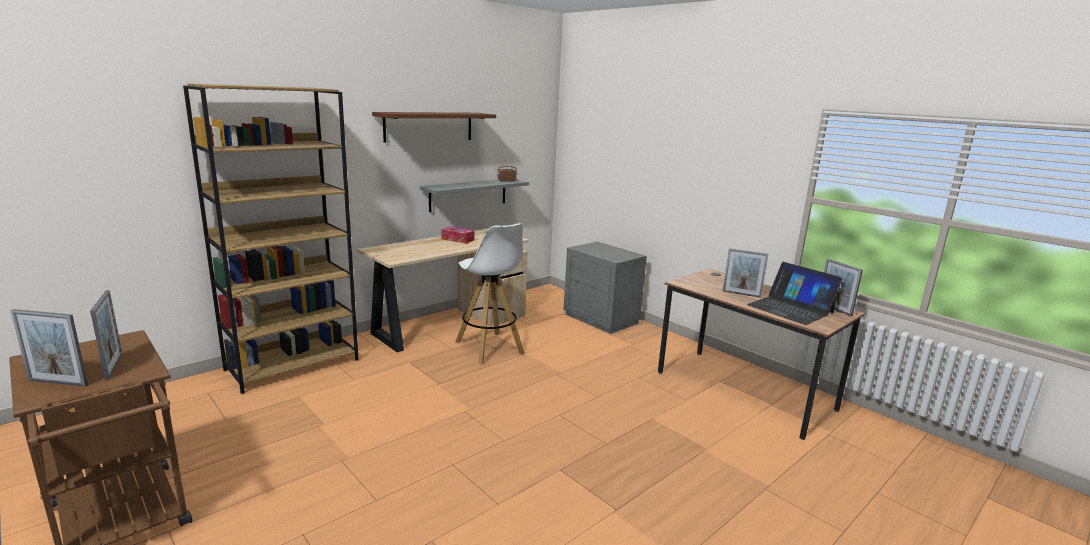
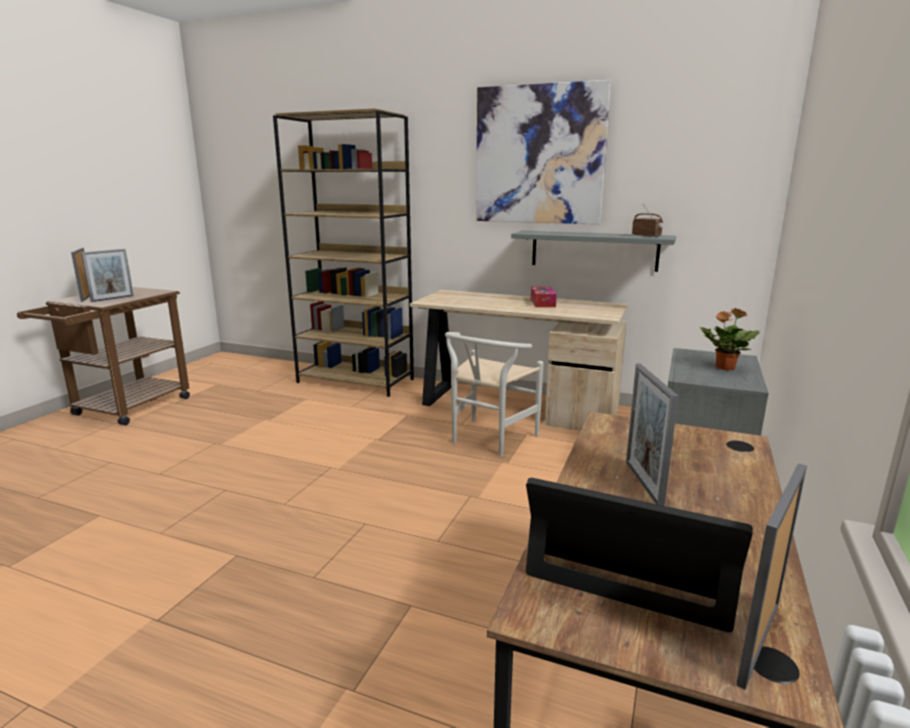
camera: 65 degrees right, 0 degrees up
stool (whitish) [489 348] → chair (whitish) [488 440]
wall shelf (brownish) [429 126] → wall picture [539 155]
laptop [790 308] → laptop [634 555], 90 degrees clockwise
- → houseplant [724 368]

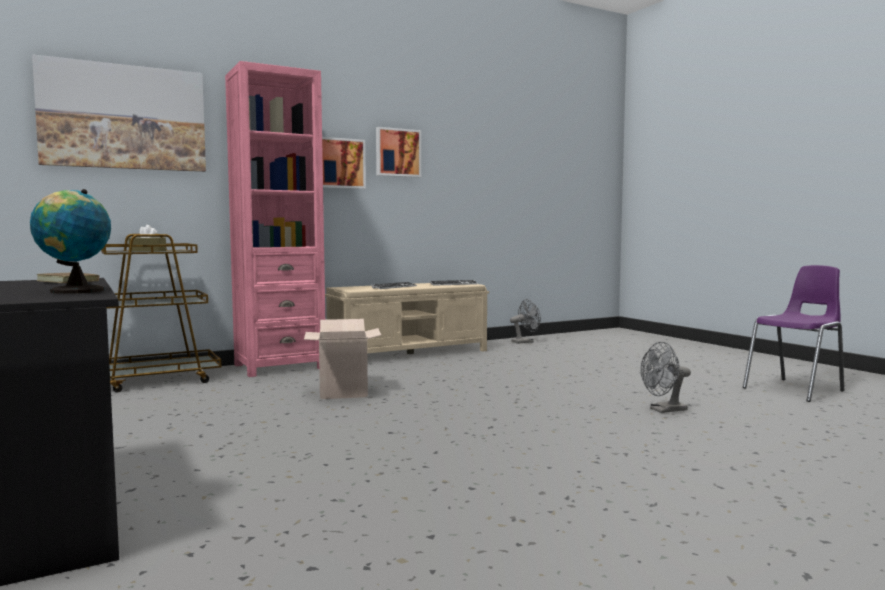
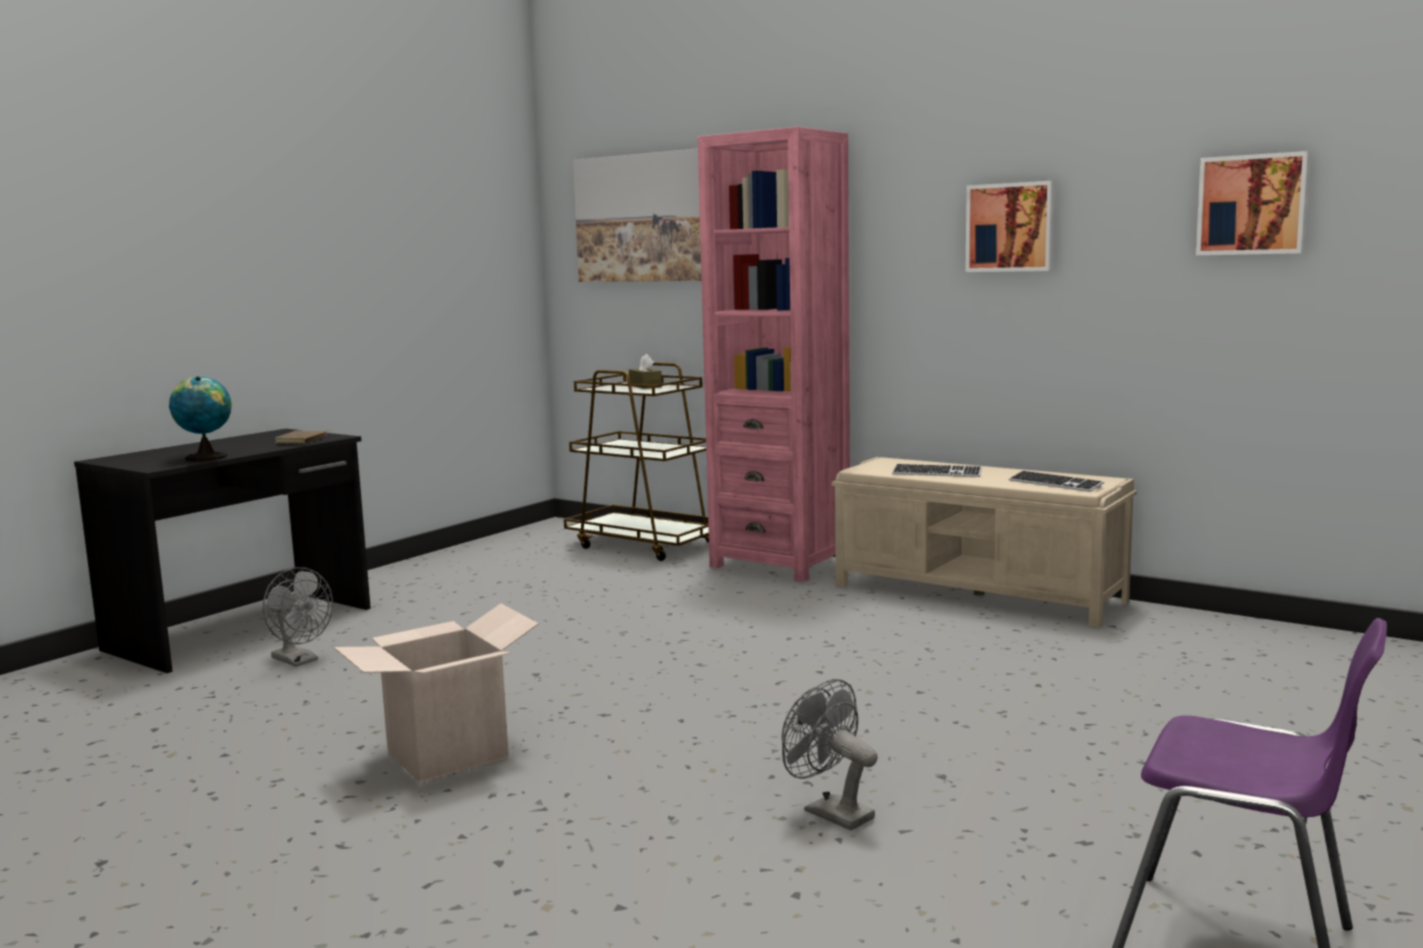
camera: 65 degrees right, 5 degrees up
fan (gray) [525 342] → fan (gray) [299 661], shifted
cardboard box [343 392] → cardboard box [447 755], shifted
wall picture [340 163] → wall picture [1252 205], shifted

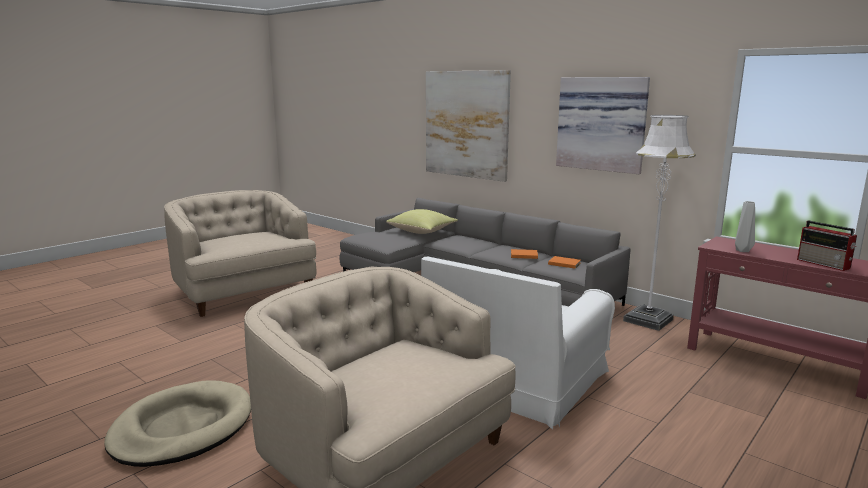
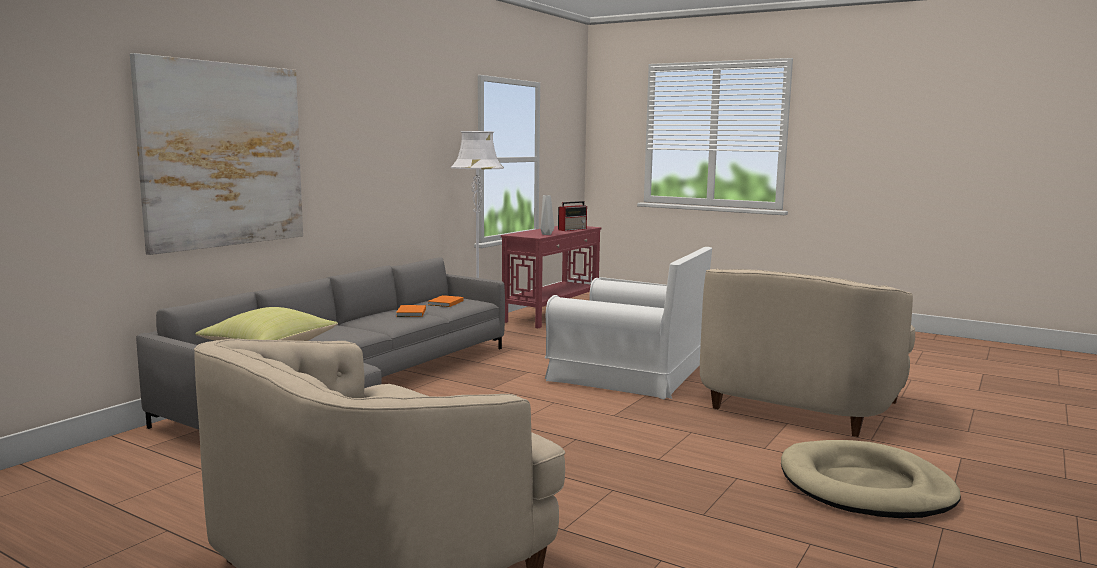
camera: 100 degrees left, 5 degrees down
wall picture [602 124] → -

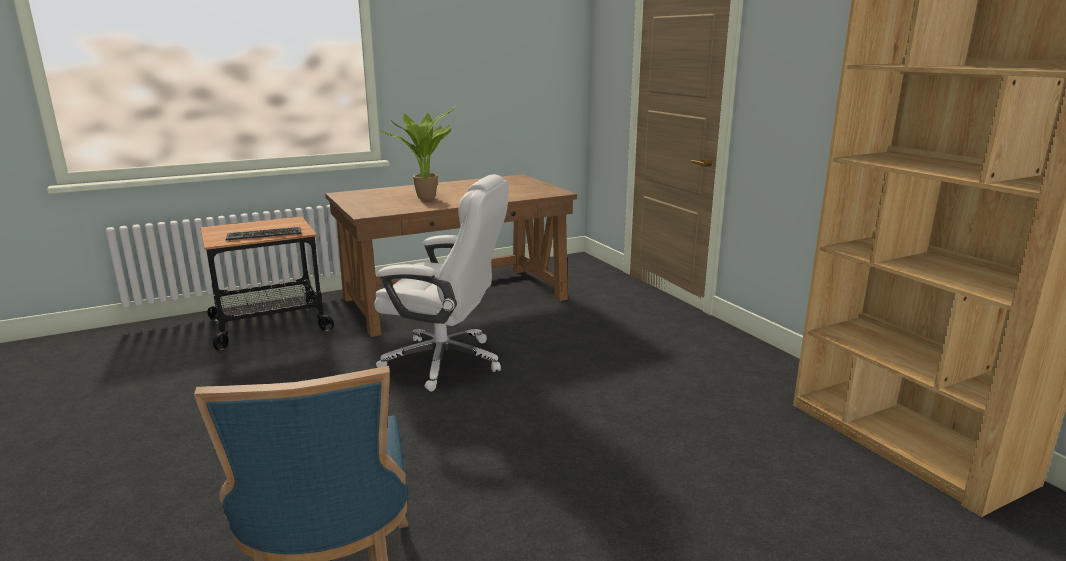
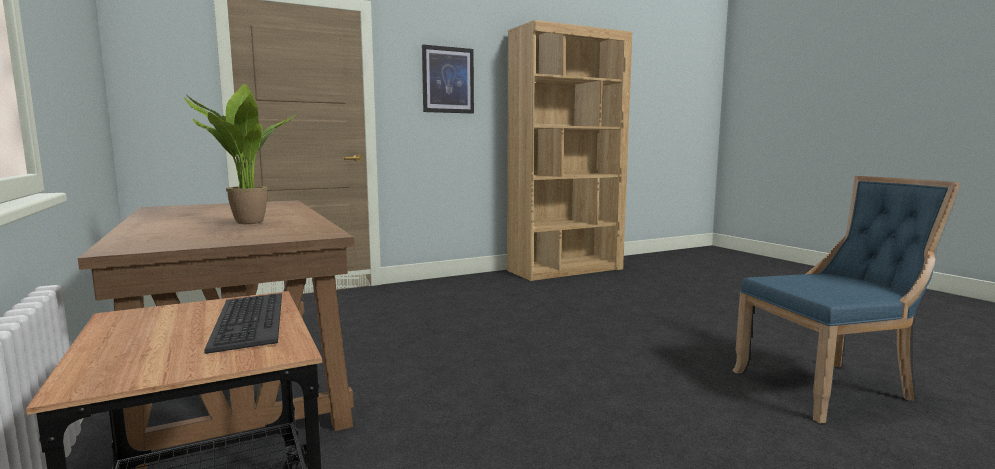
camera: 90 degrees left, 10 degrees down
- → wall picture [448 80]
computer chair (whitish) [446 362] → -

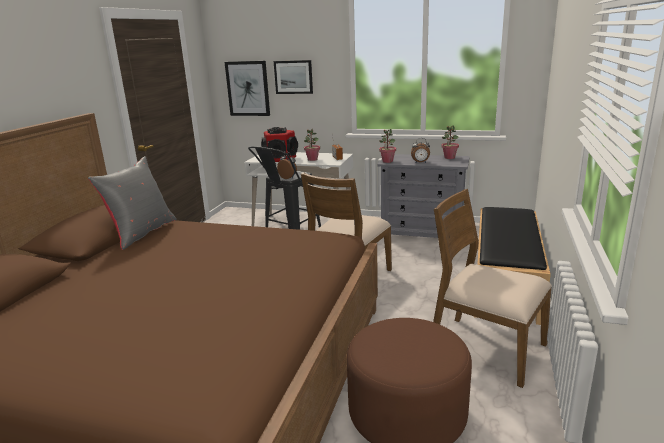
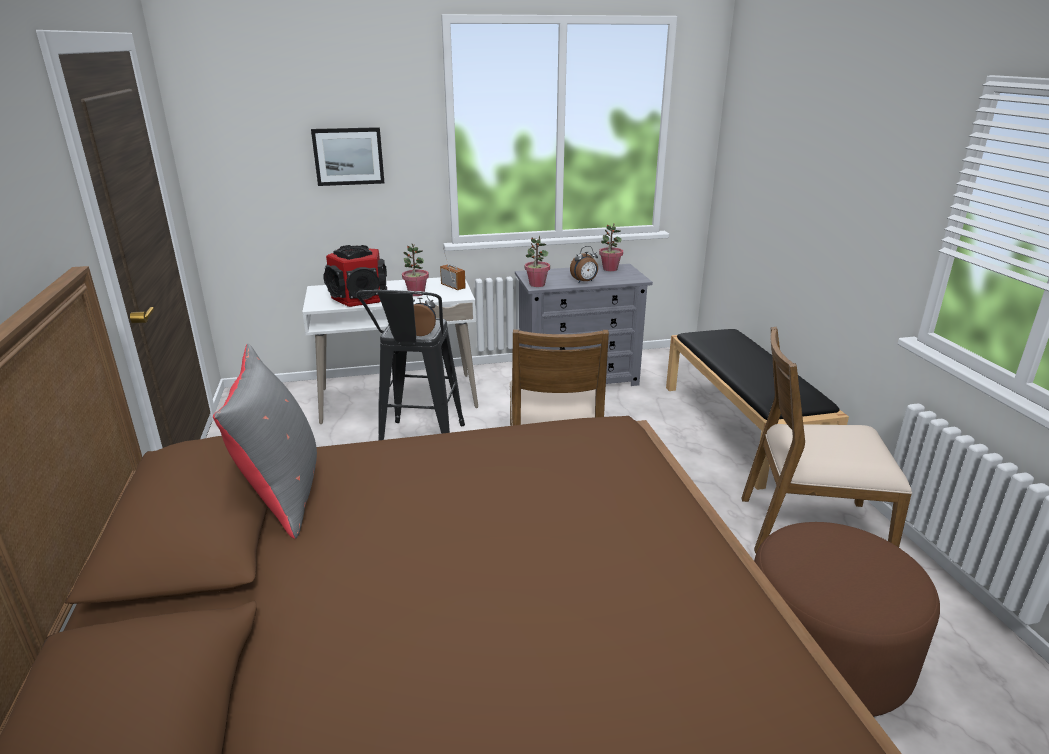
camera: 30 degrees left, 5 degrees up
wall picture [248 88] → -

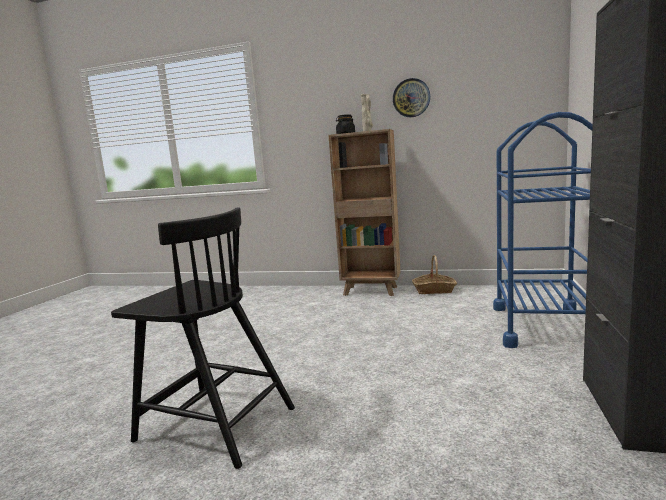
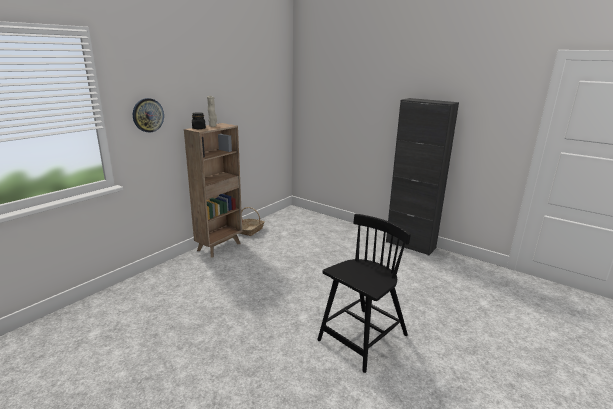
camera: 70 degrees left, 10 degrees up
clock on the wall [411 98] → clock on the wall [148 115], shifted
wheeled cart (blue-coloured) [542 326] → -

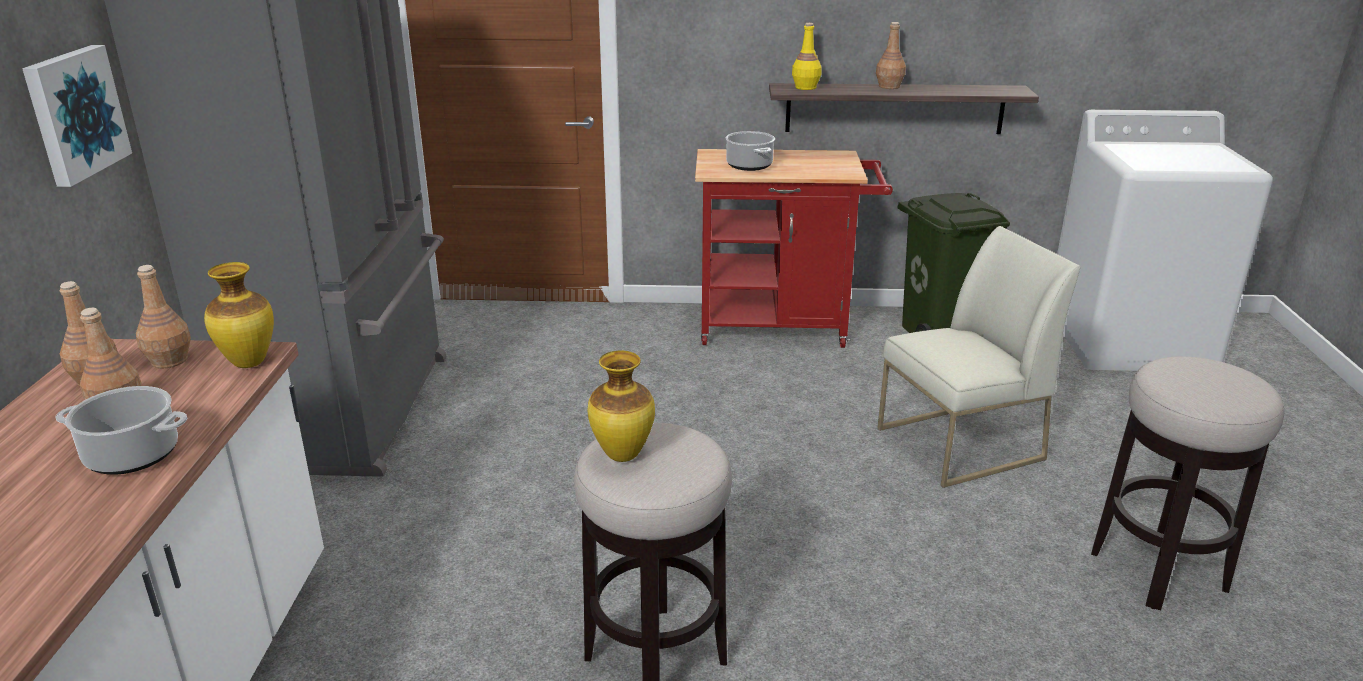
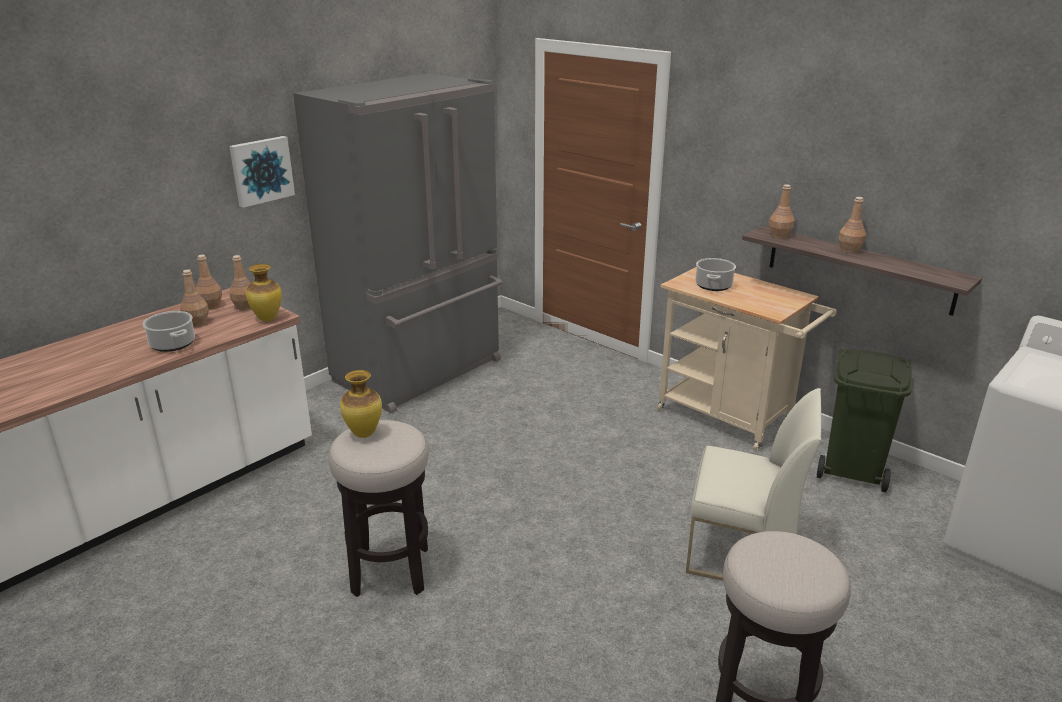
camera: 40 degrees right, 0 degrees up
wheeled cart (red-coloured) [782 327] → wheeled cart (beige-coloured) [731 419]
beverage bottle (yellow-coloured) [805 87] → beverage bottle (brownish) [779 235]

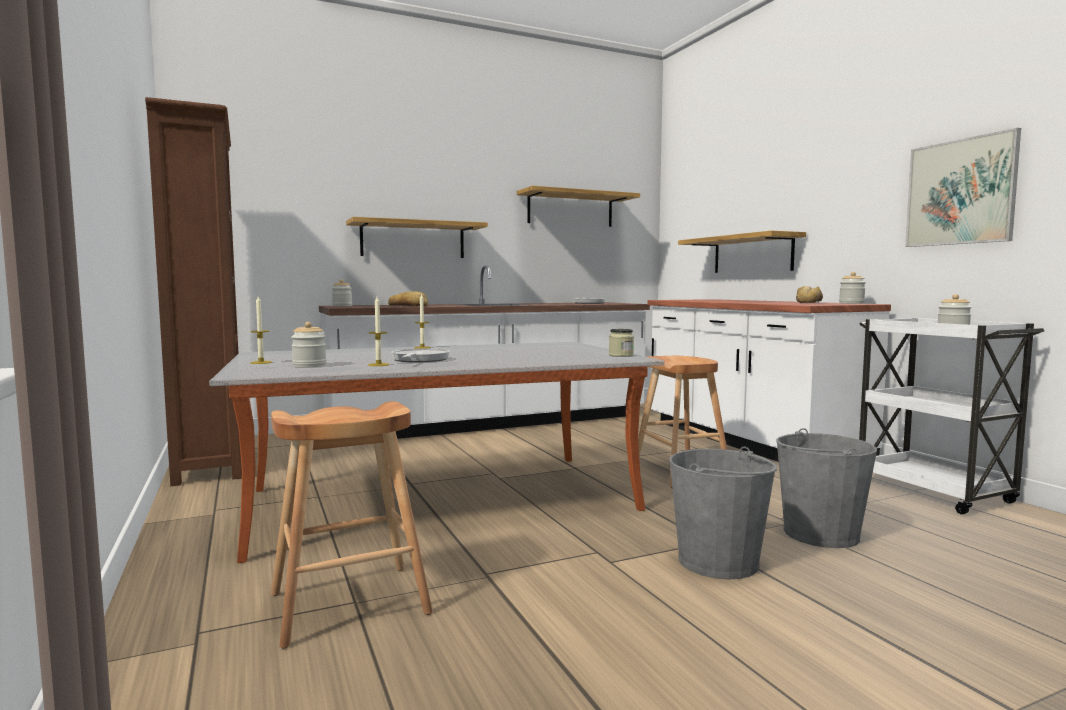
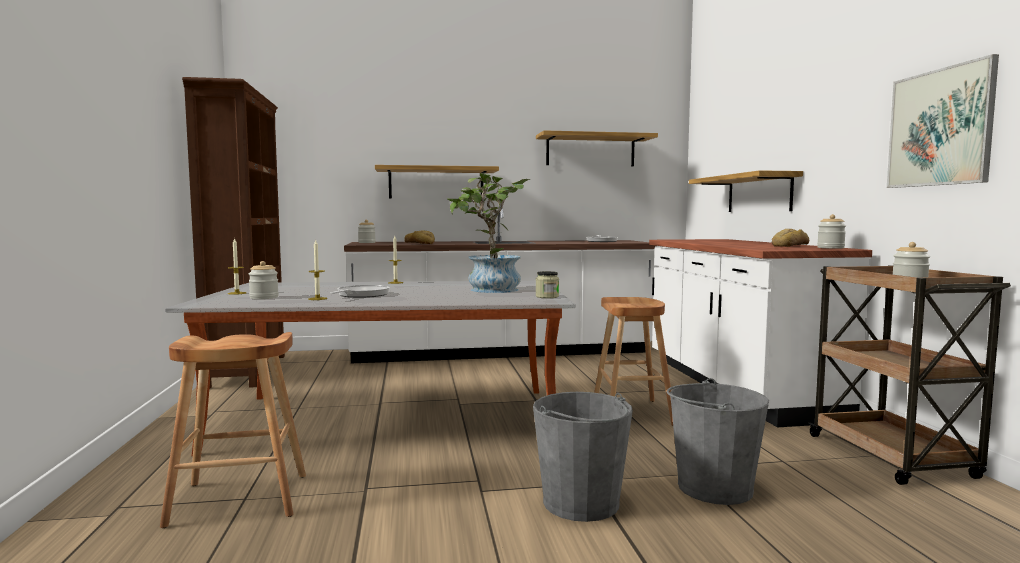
camera: 15 degrees right, 0 degrees up
- → houseplant [489 290]
wheeled cart (whitish) [933 492] → wheeled cart (brownish) [892 457]

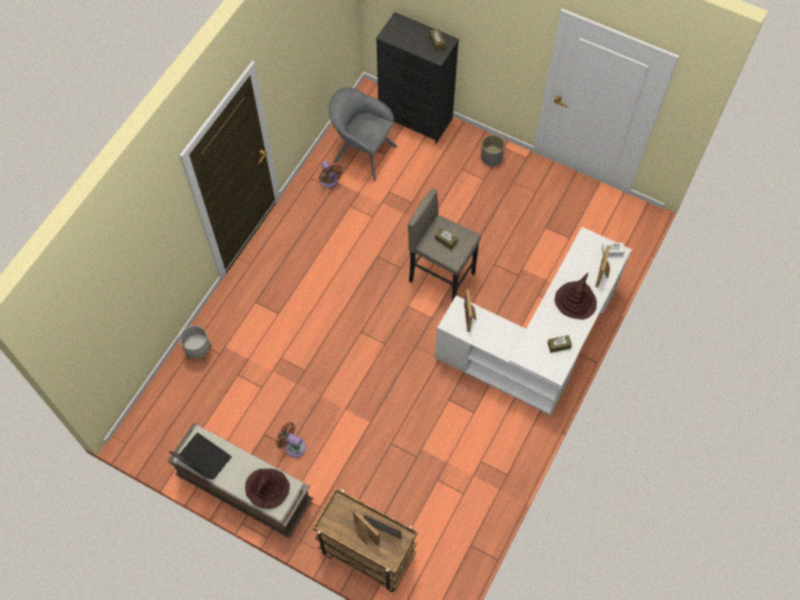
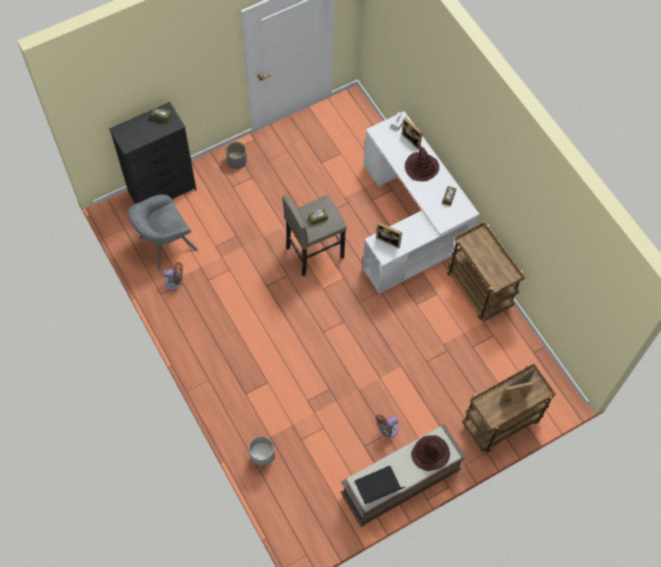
camera: 60 degrees left, 0 degrees up
- → wheeled cart (brownish) [480 290]

